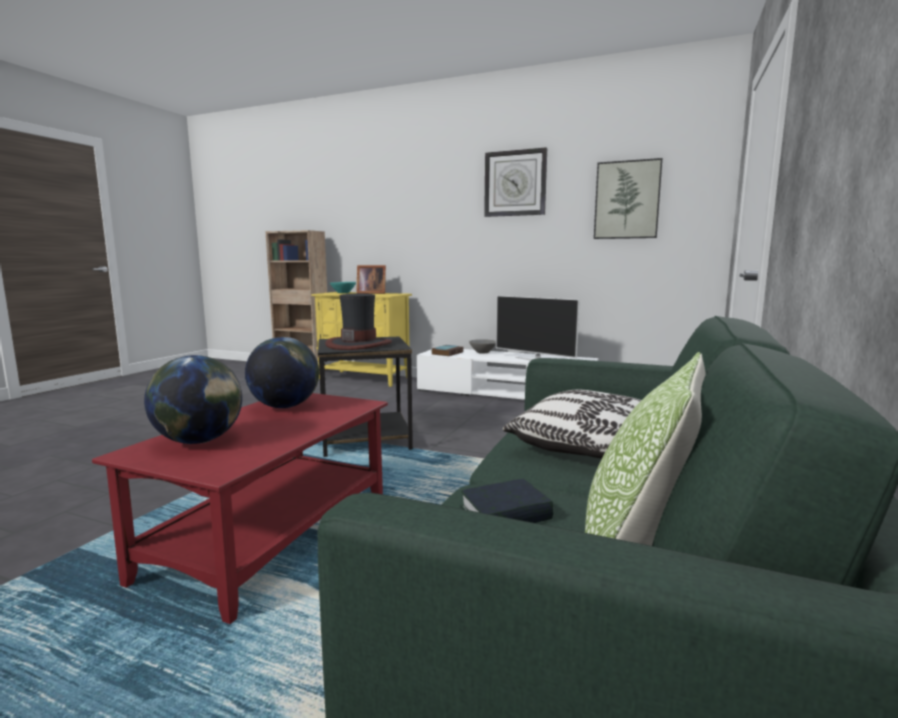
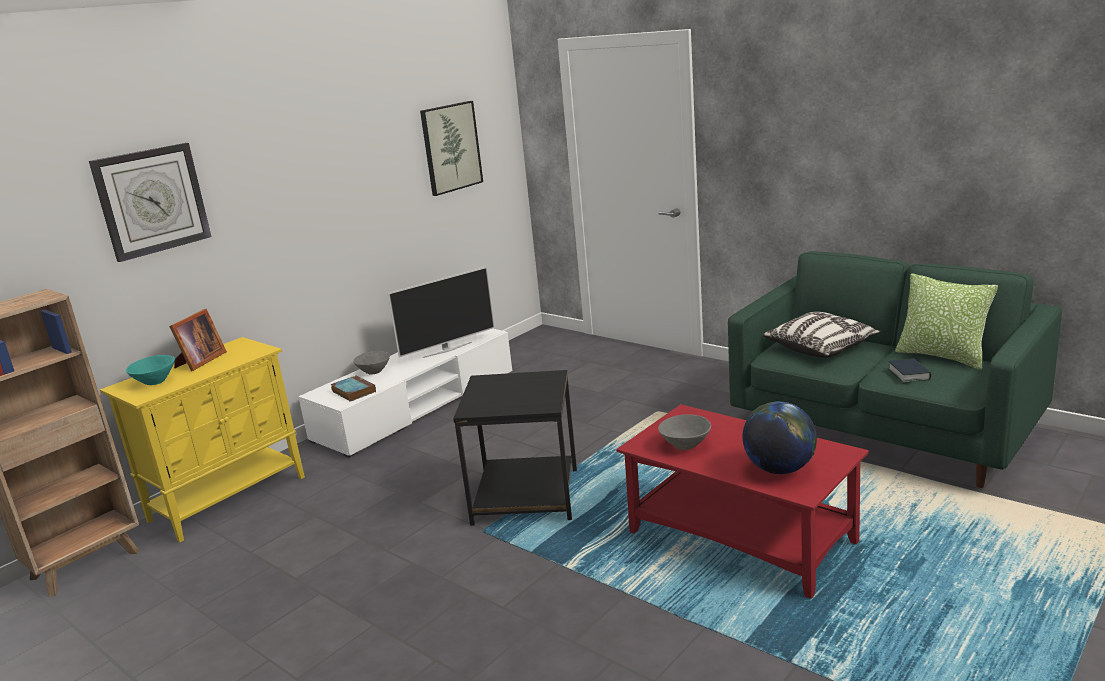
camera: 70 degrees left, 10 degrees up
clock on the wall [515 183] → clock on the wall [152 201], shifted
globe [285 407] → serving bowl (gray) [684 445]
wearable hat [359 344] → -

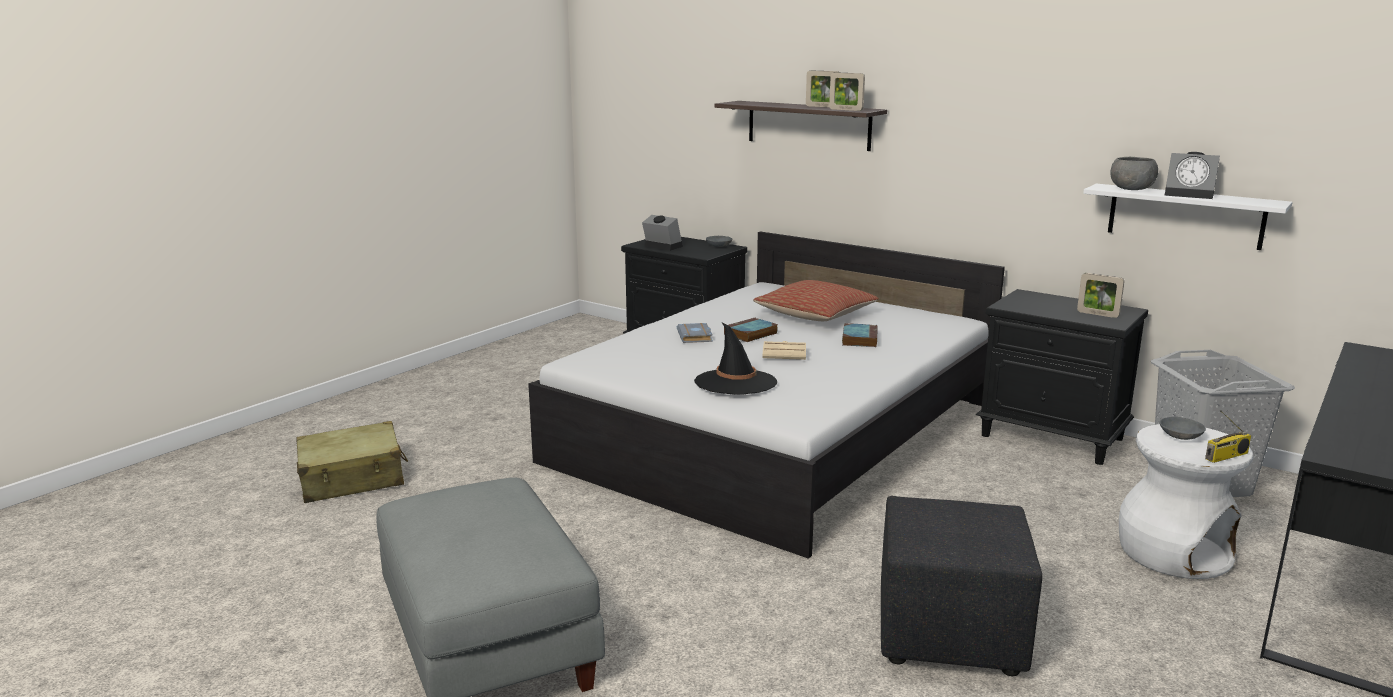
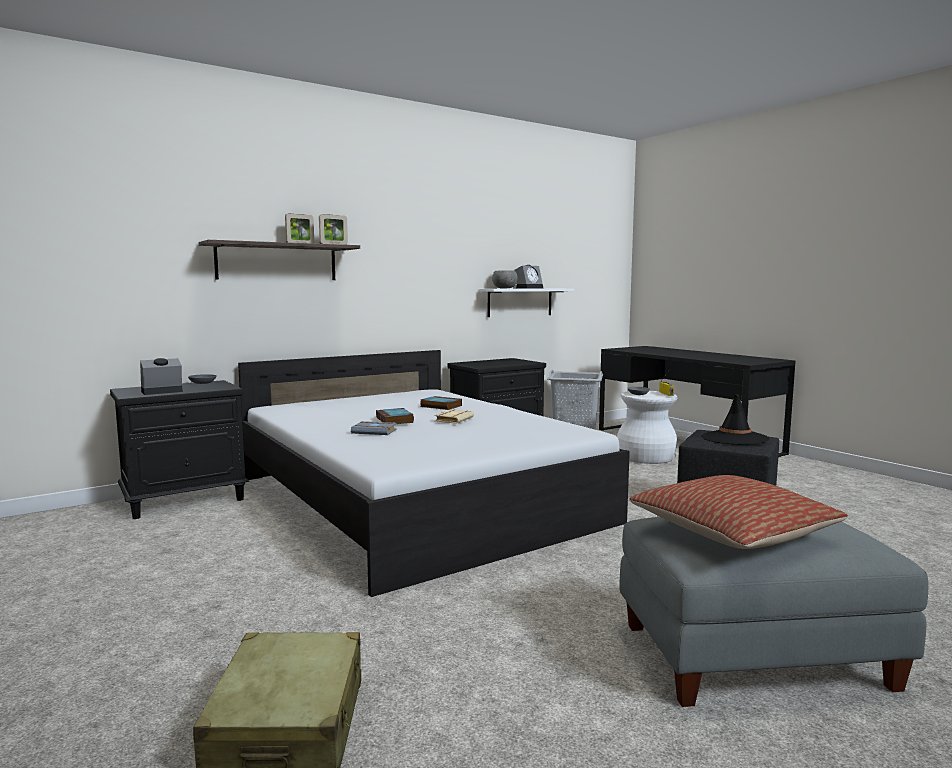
camera: 70 degrees left, 10 degrees down
cushion [815 315] → cushion [732 532], shifted
wearable hat (black-coloured) [735 382] → wearable hat (black-coloured) [734 438], shifted
picture frame [1097 314] → -

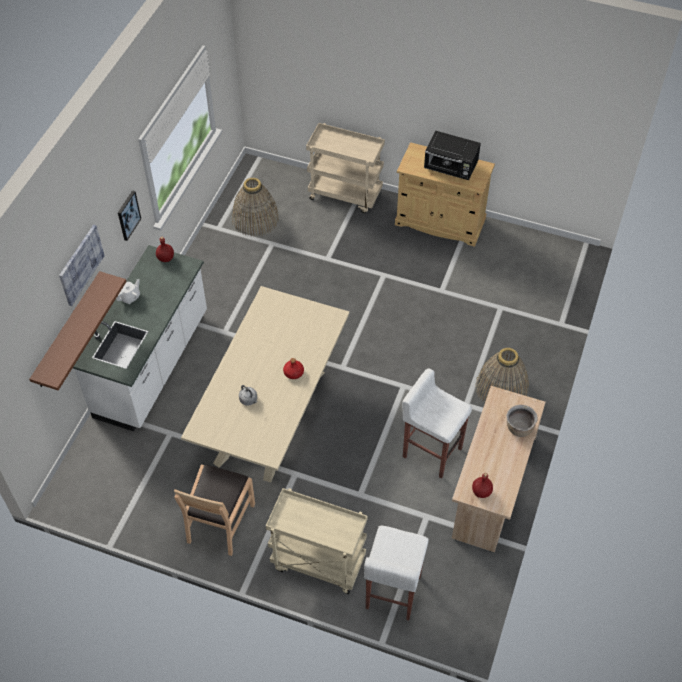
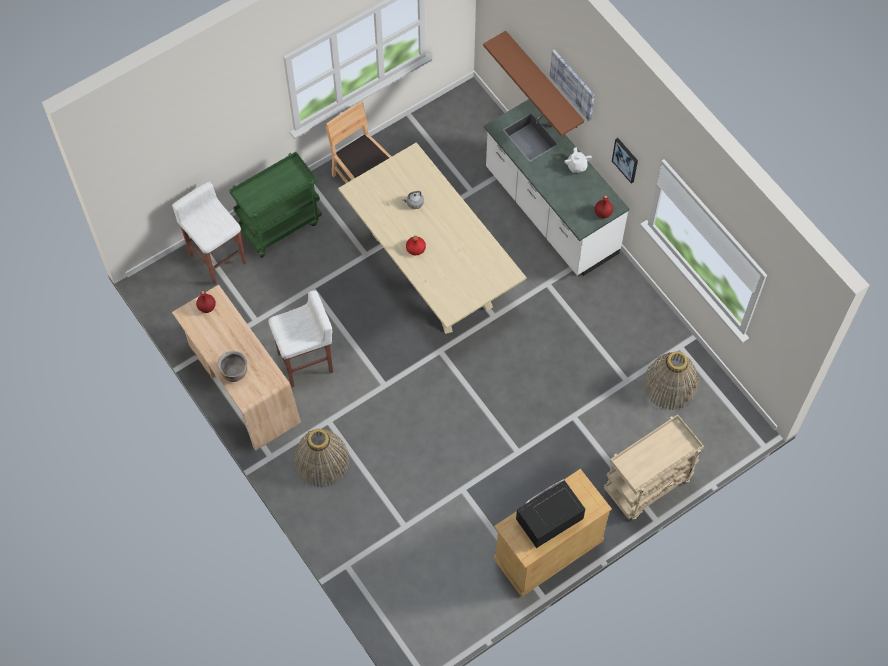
camera: 125 degrees right, 10 degrees up
wheeled cart (beige-coloured) [317 563] → wheeled cart (green-coloured) [280 225]

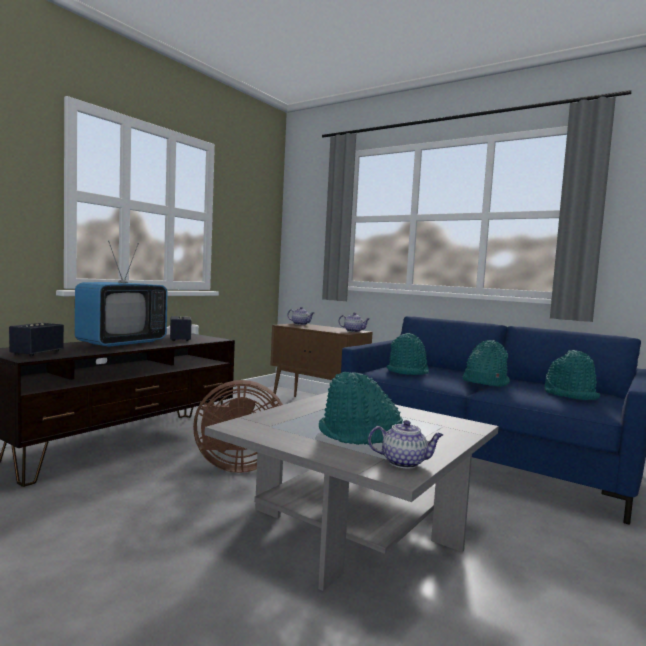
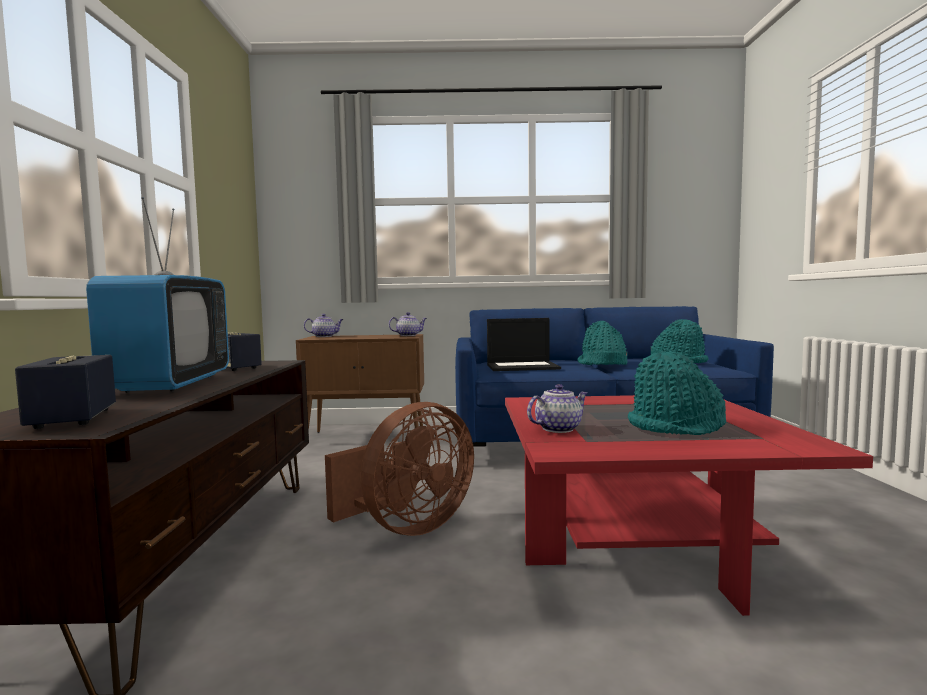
camera: 35 degrees left, 0 degrees up
wearable hat (turquoise-coloured) [408 371] → laptop [523 367]
lounge table (gray) [353 528] → lounge table (red-coloured) [641 542]
teapot [404 462] → teapot [558 428], shifted

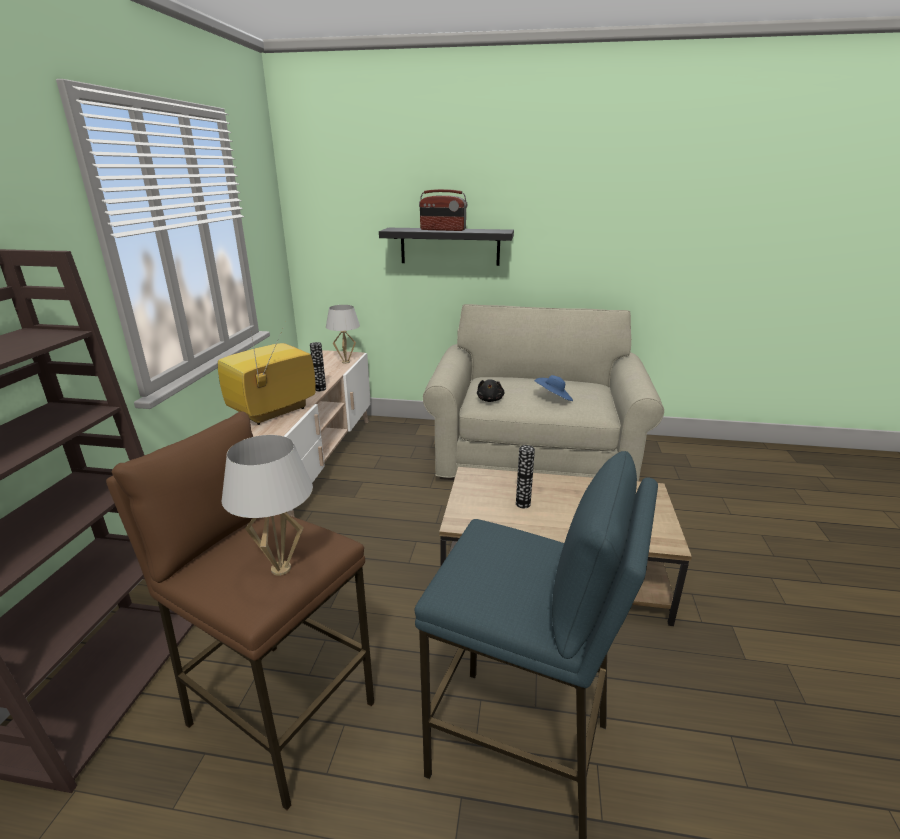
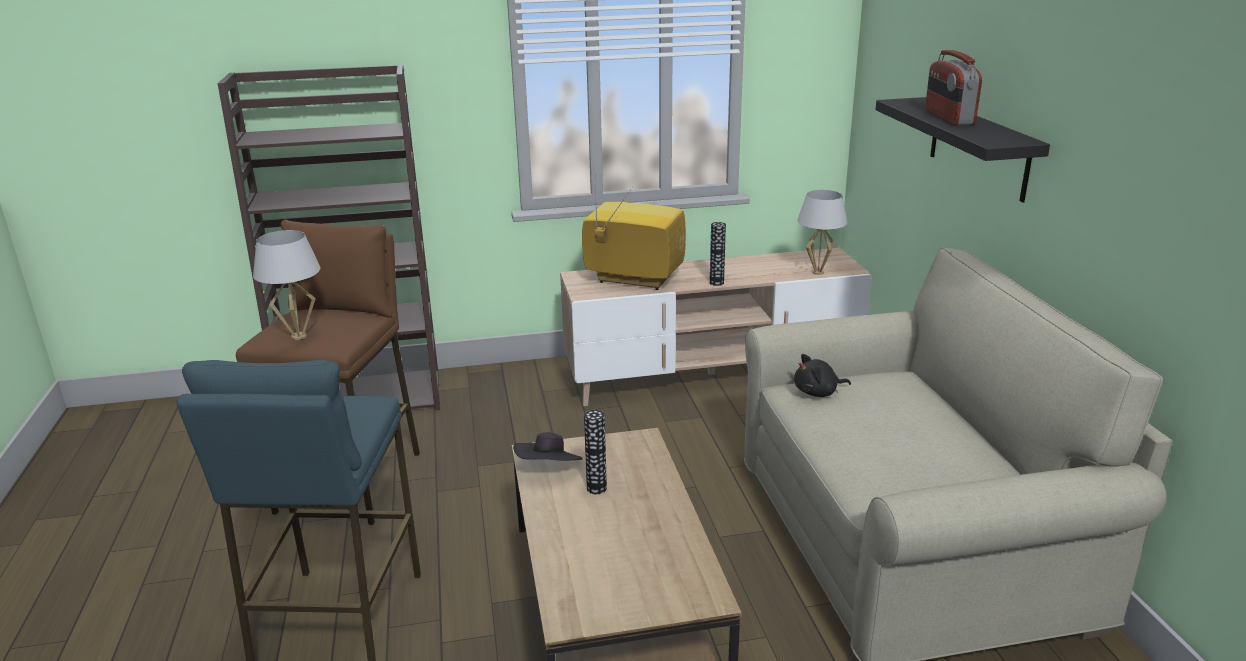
camera: 70 degrees right, 0 degrees up
- → wearable hat (black-coloured) [549 468]
wearable hat (blue-coloured) [553 398] → -

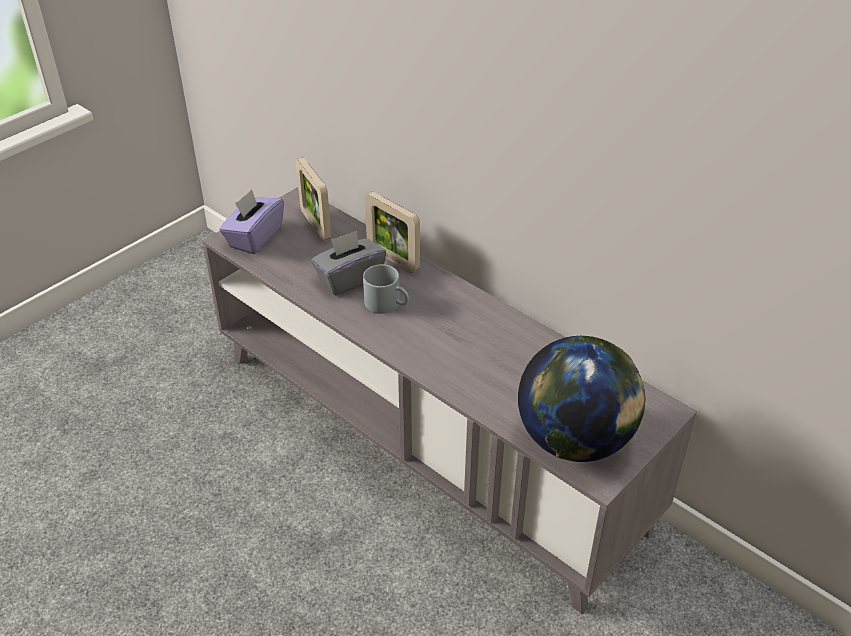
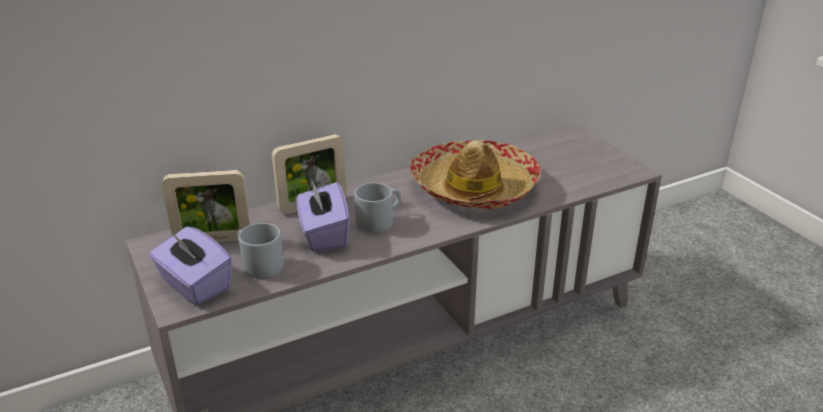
camera: 70 degrees left, 10 degrees down
- → tea mug (gray) [257 264]
tissue holder (gray) [349 279] → tissue holder (purple-coloured) [323 234]
- → wearable hat [474 187]
globe [574 441] → -

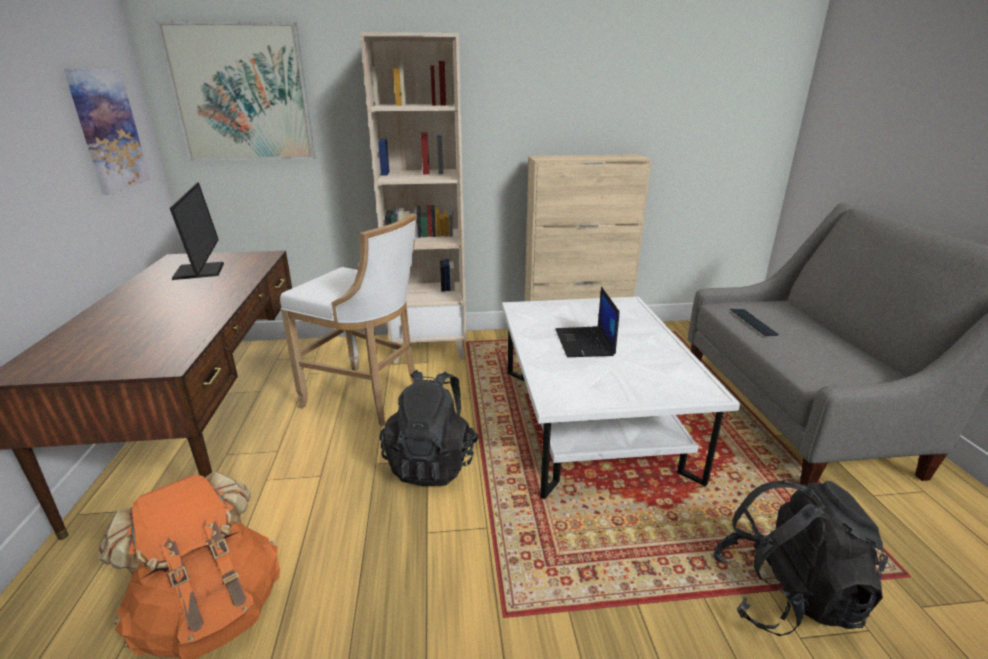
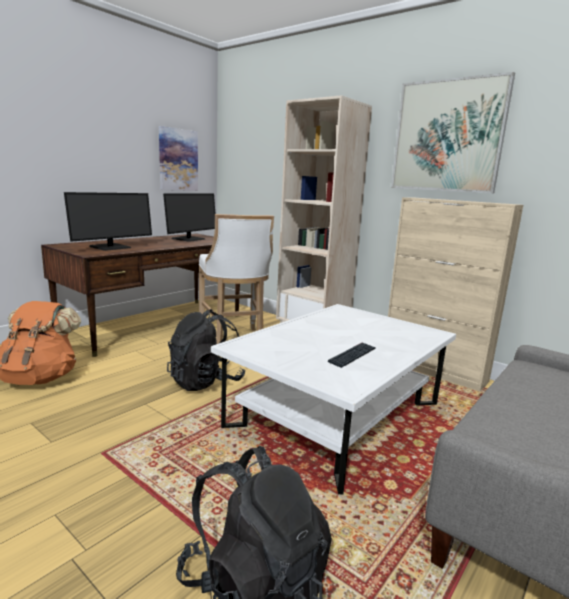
camera: 45 degrees right, 10 degrees down
- → monitor [111 247]
computer keyboard [752 322] → computer keyboard [353 355], shifted
wall picture [242 94] → wall picture [447 136], shifted
laptop [585 343] → -

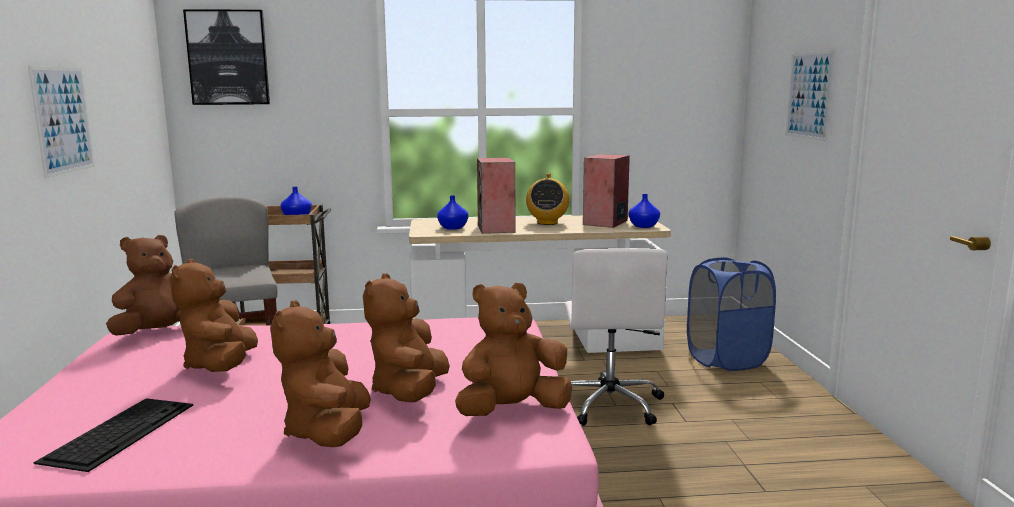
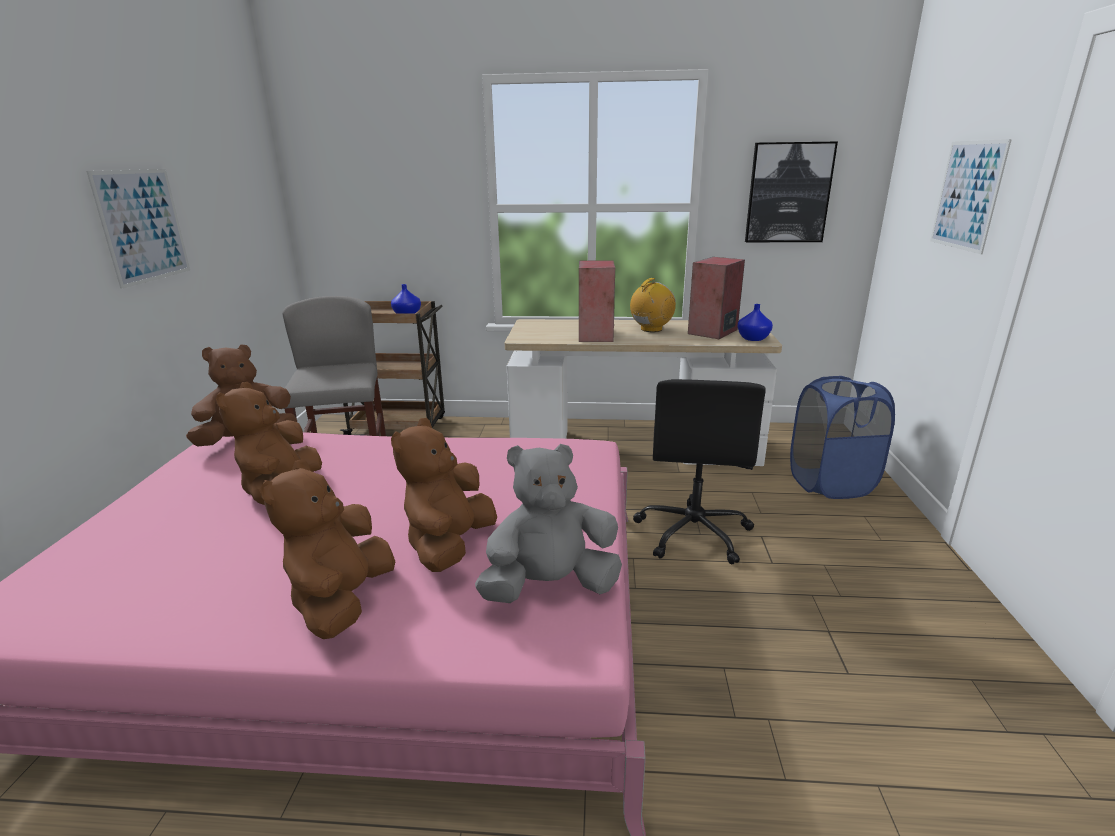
camera: 10 degrees right, 10 degrees up
plush toy (brownish) [512 411] → plush toy (gray) [550 586]
radio receiver [547 222] → radio receiver [651 329], 150 degrees counterclockwise
computer chair (whitish) [609 405] → computer chair (black-coloured) [693 533]
wall picture [228 57] → wall picture [788 193], shifted
computer keyboard [120 431] → -
vase (blue-coloured) [452 228] → -

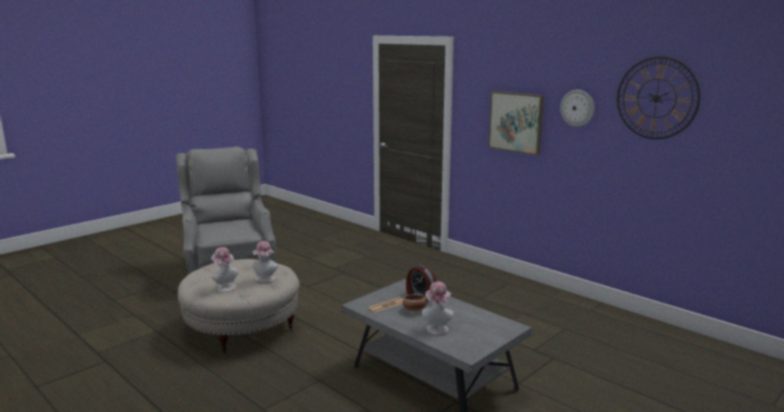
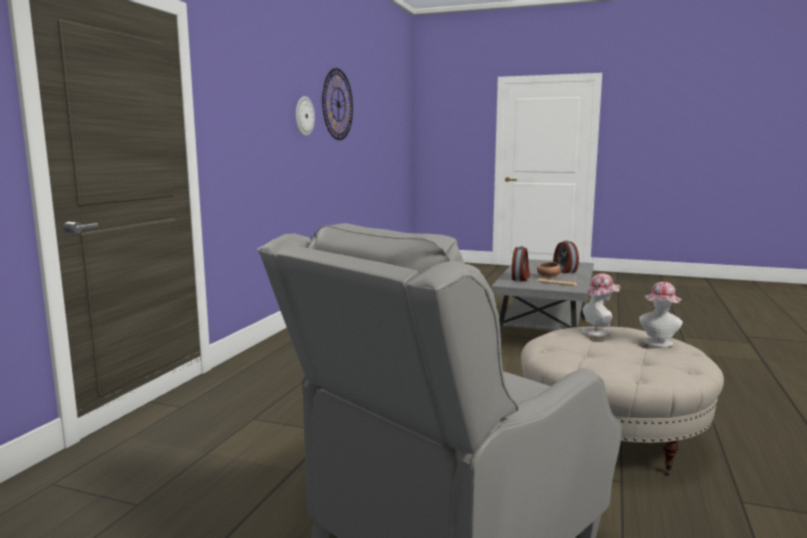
camera: 115 degrees left, 5 degrees down
wearable hat [437 328] → alarm clock [564 271]
wall picture [516 122] → -

